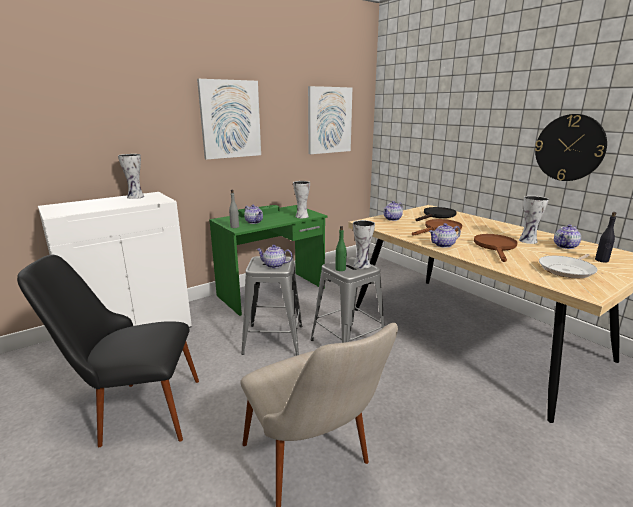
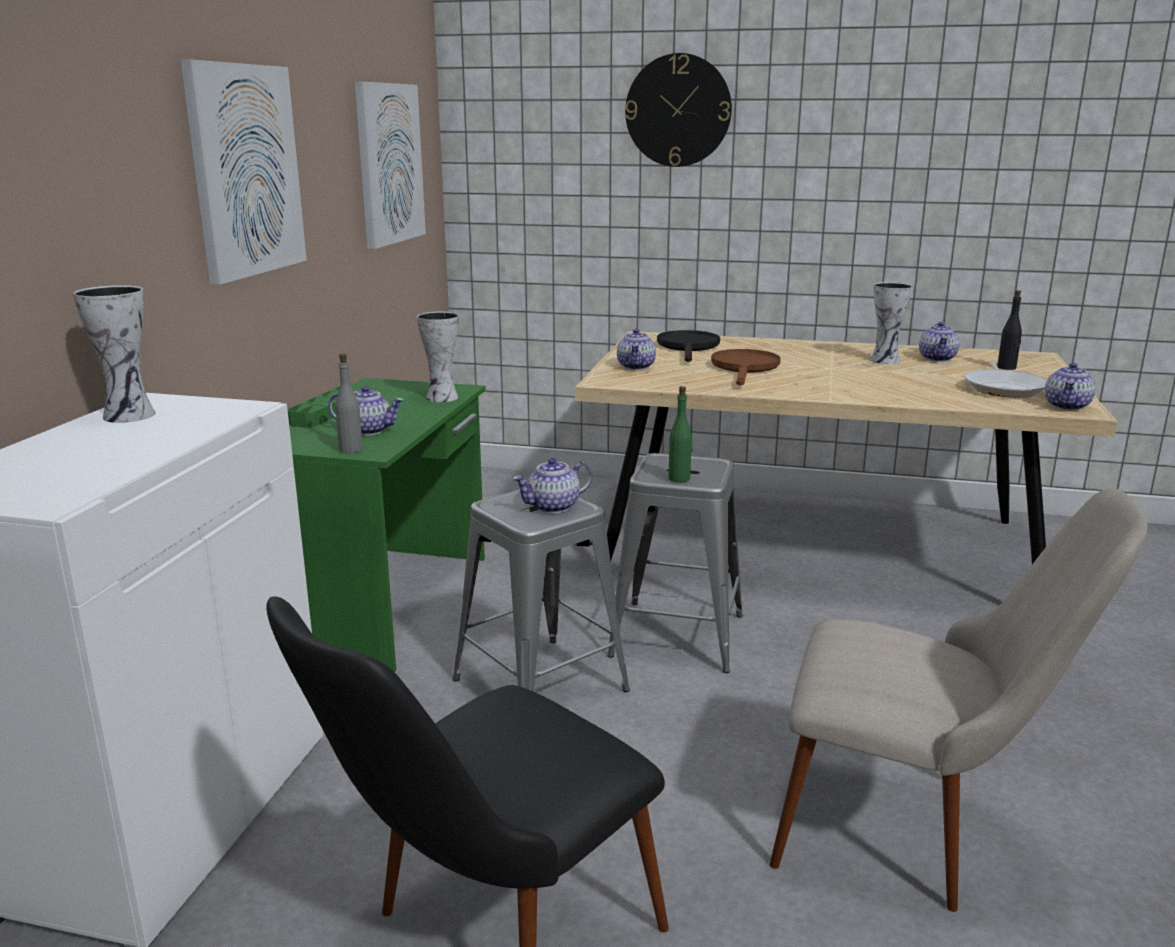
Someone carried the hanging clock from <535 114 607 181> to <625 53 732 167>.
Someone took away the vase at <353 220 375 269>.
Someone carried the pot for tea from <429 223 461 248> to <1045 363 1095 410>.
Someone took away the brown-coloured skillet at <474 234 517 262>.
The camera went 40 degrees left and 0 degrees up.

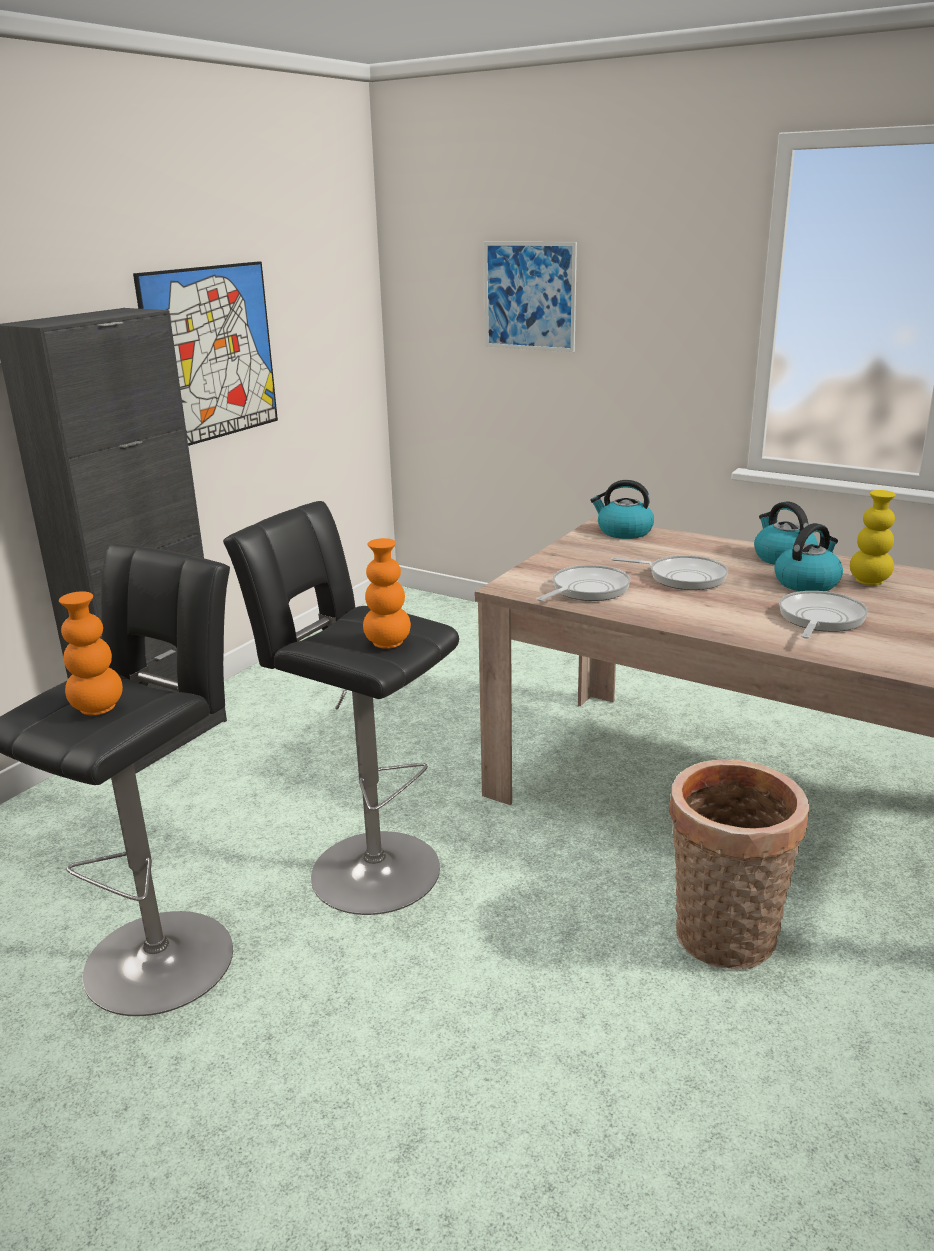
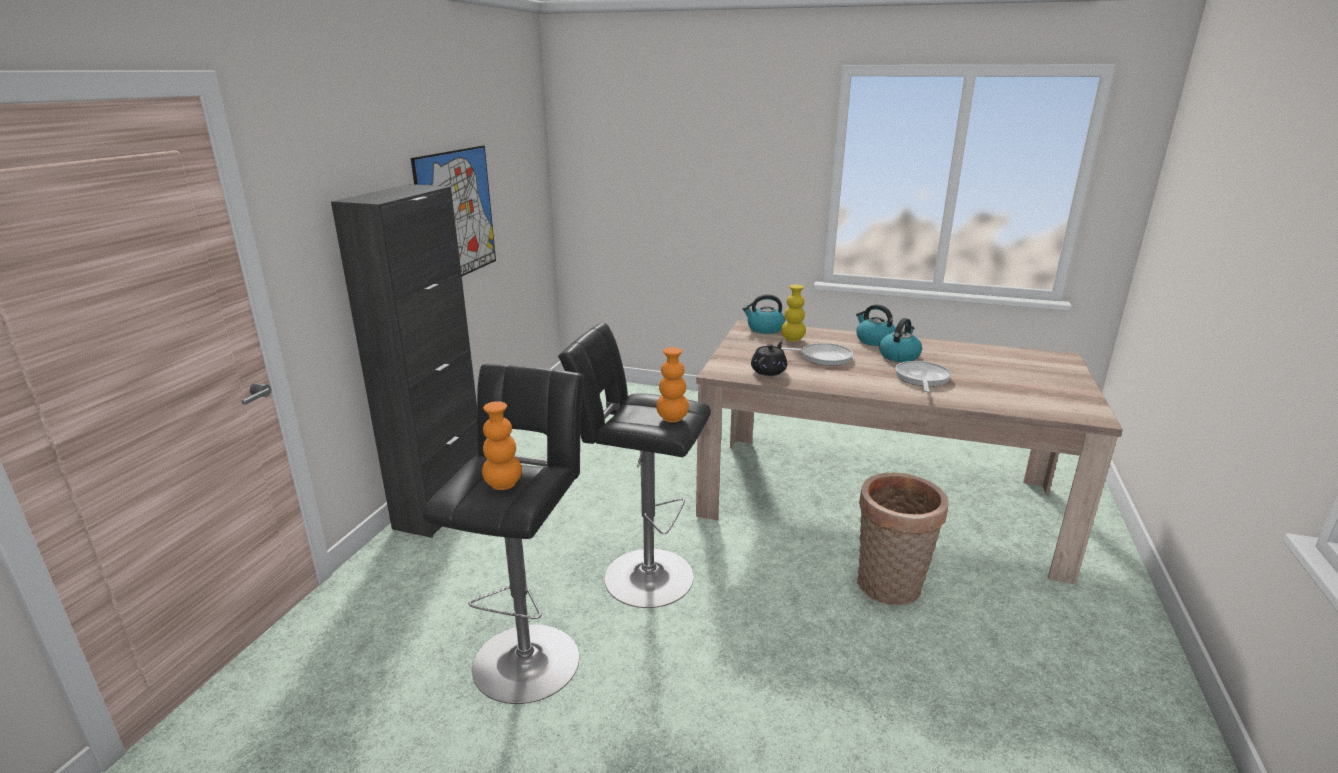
Someone took away the wall picture at <484 242 577 352>.
Someone carried the yellow vase from <850 490 896 585> to <781 285 806 342>.
Someone swapped the skillet at <536 565 631 601> for the blackish pot for tea at <751 341 787 376>.
The camera went 15 degrees left and 0 degrees up.

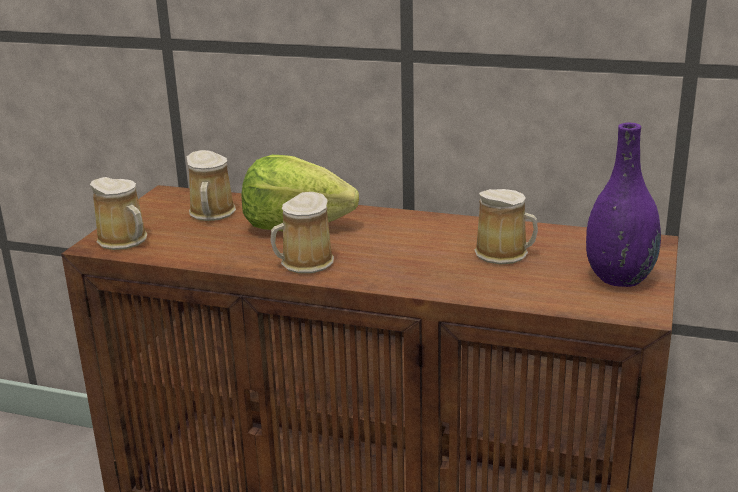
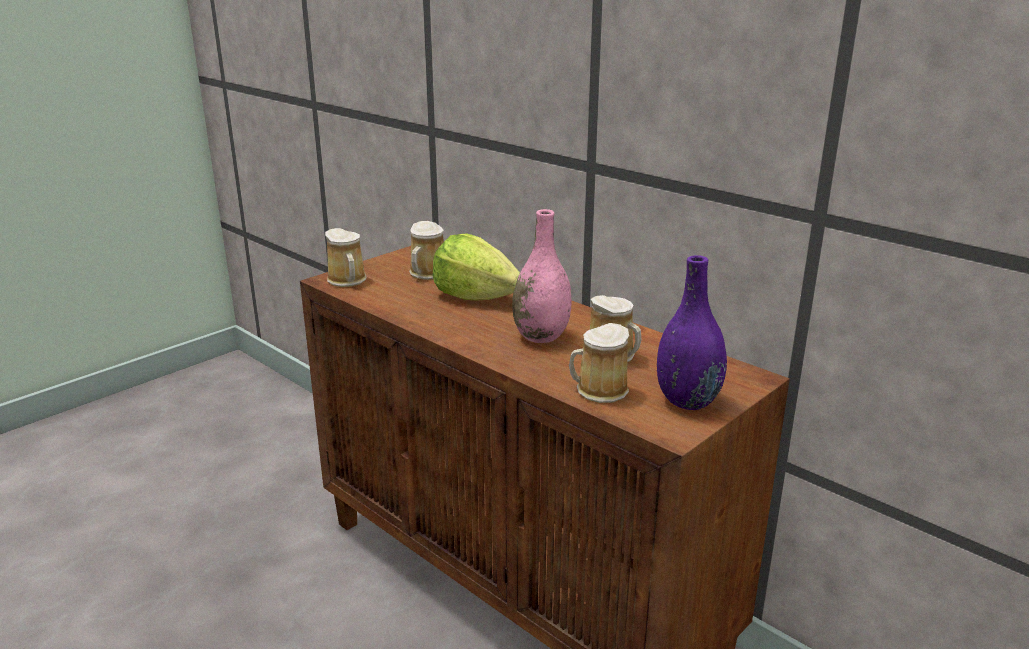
Someone carried the coffee mug from <270 192 334 274> to <569 323 629 403>.
Someone put down the pink vase at <512 209 571 343>.
The camera went 25 degrees right and 0 degrees up.

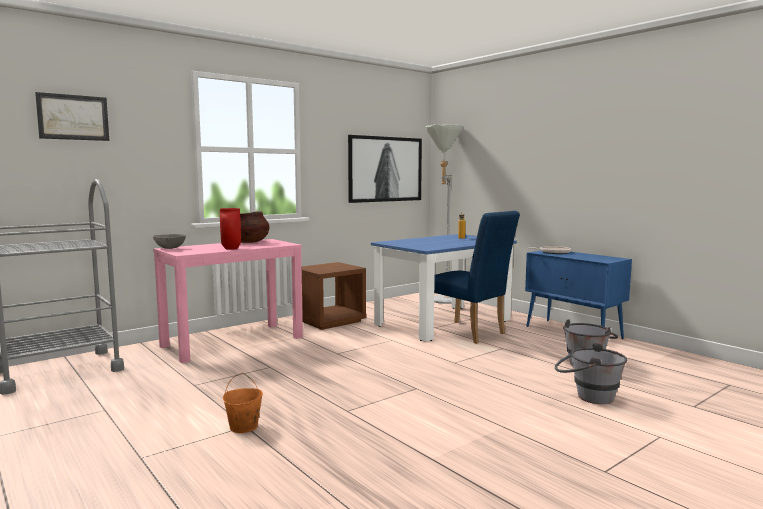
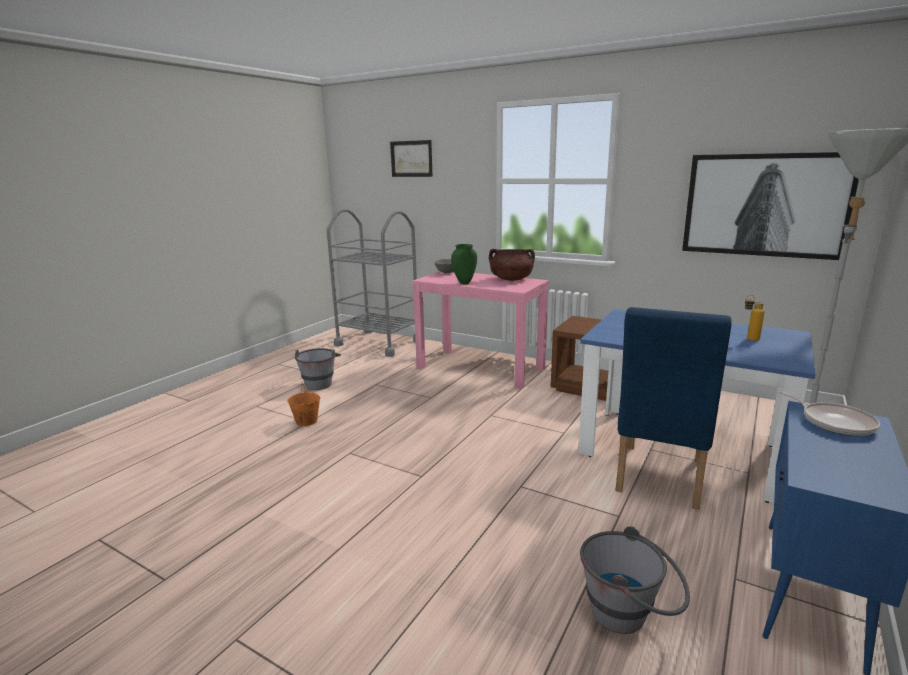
Someone repainted the red-coloured vase at <220 208 241 250>, which became the greenish vase at <451 244 477 284>.
Someone carried the gray pail from <555 342 627 404> to <295 348 341 390>.
The camera went 70 degrees right and 10 degrees up.

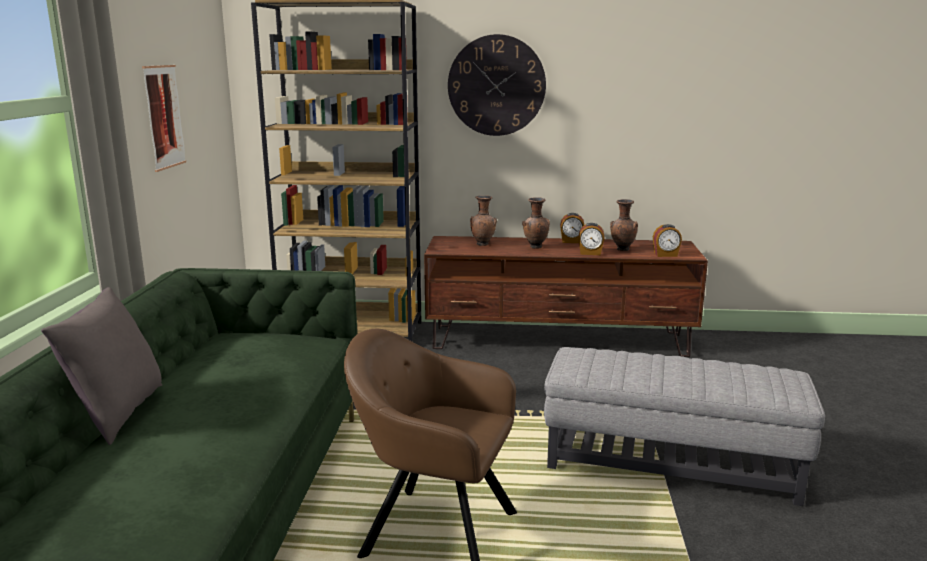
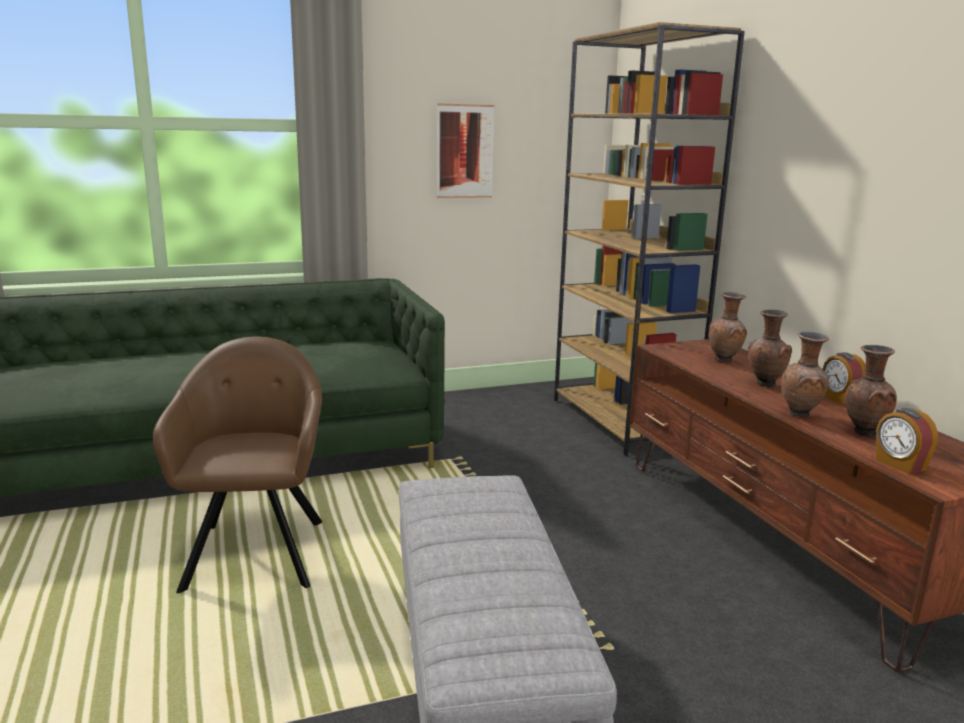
Someone took away the hanging clock at <448 34 546 136>.
Someone swapped the alarm clock at <578 223 604 255> for the brown-coloured vase at <781 332 829 418>.
Someone took away the gray throw pillow at <41 287 162 445>.
The camera went 65 degrees right and 0 degrees up.

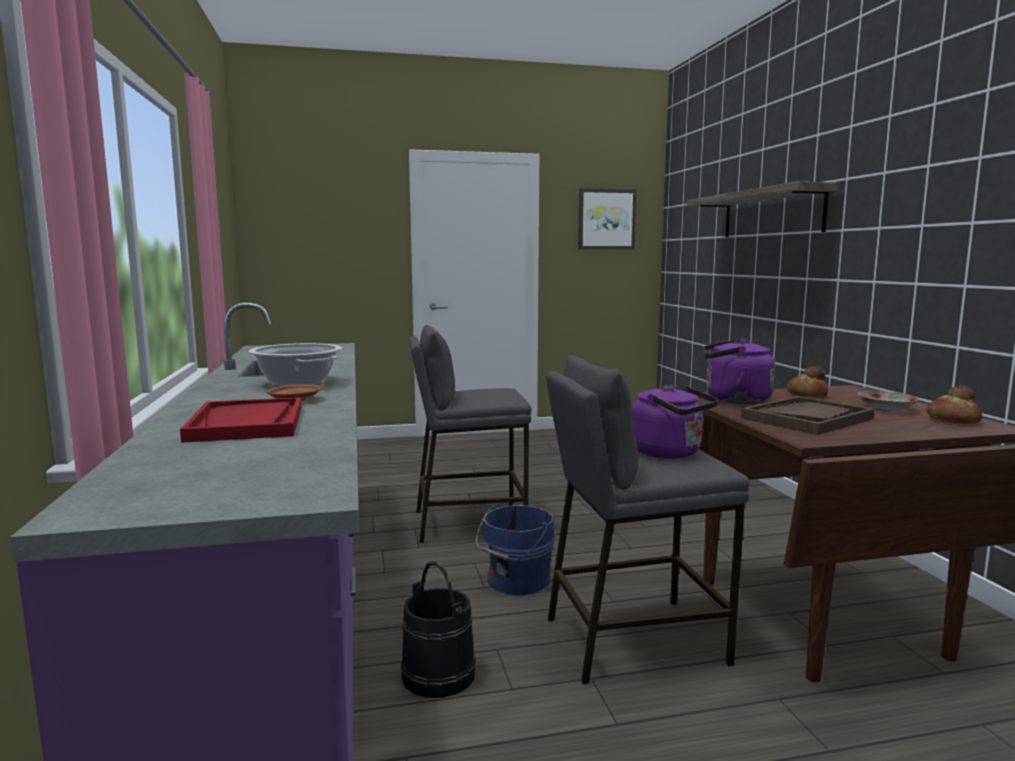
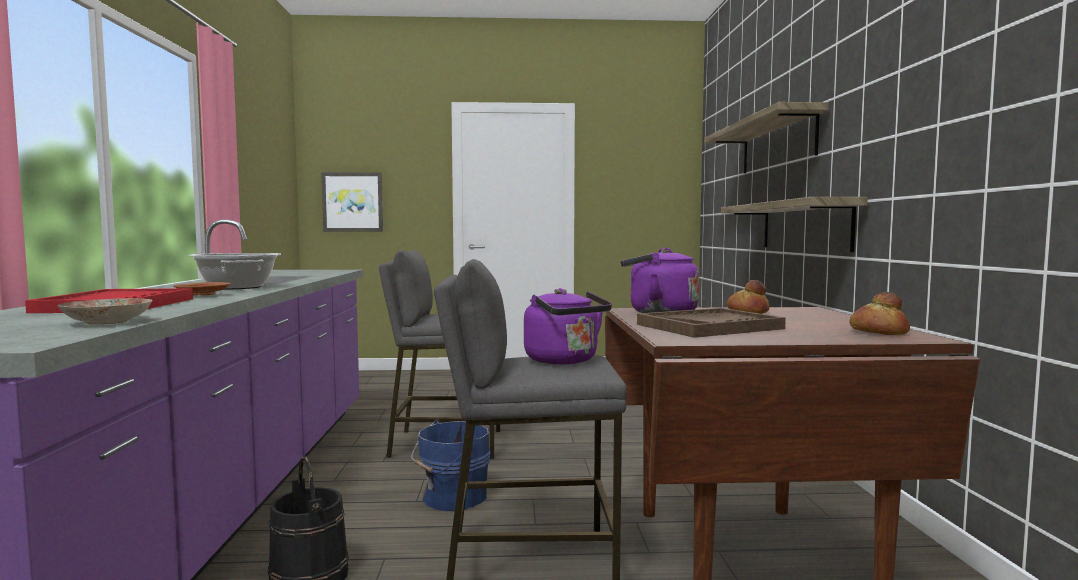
Someone carried the wall picture from <578 188 637 250> to <321 172 383 231>.
Someone carried the dinner plate from <858 391 919 412> to <57 298 153 325>.
Someone put up the shelf at <721 197 868 252>.
The camera went 10 degrees right and 5 degrees down.

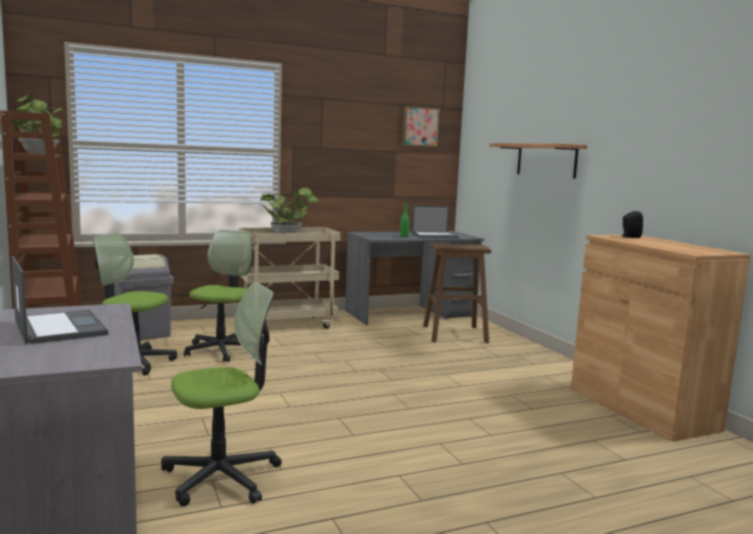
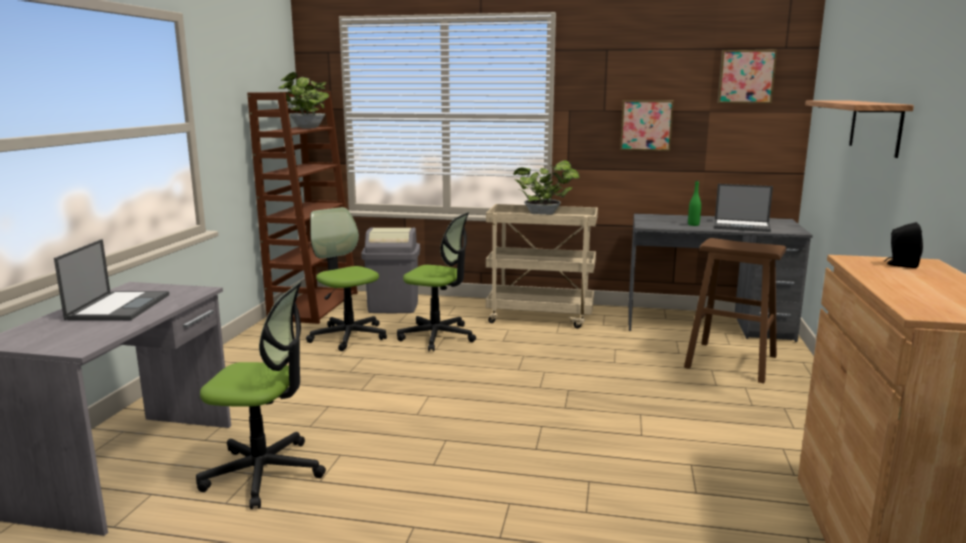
Someone rotated the computer chair at <184 230 253 362> by 60 degrees clockwise.
Someone put up the wall picture at <620 100 674 151>.
The camera went 35 degrees right and 5 degrees up.

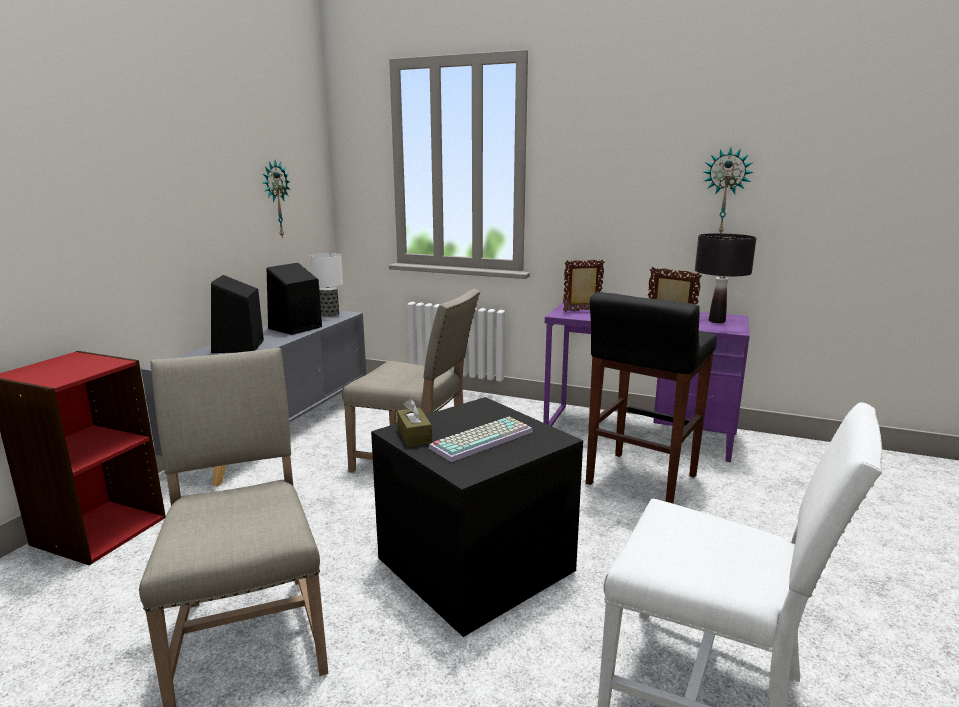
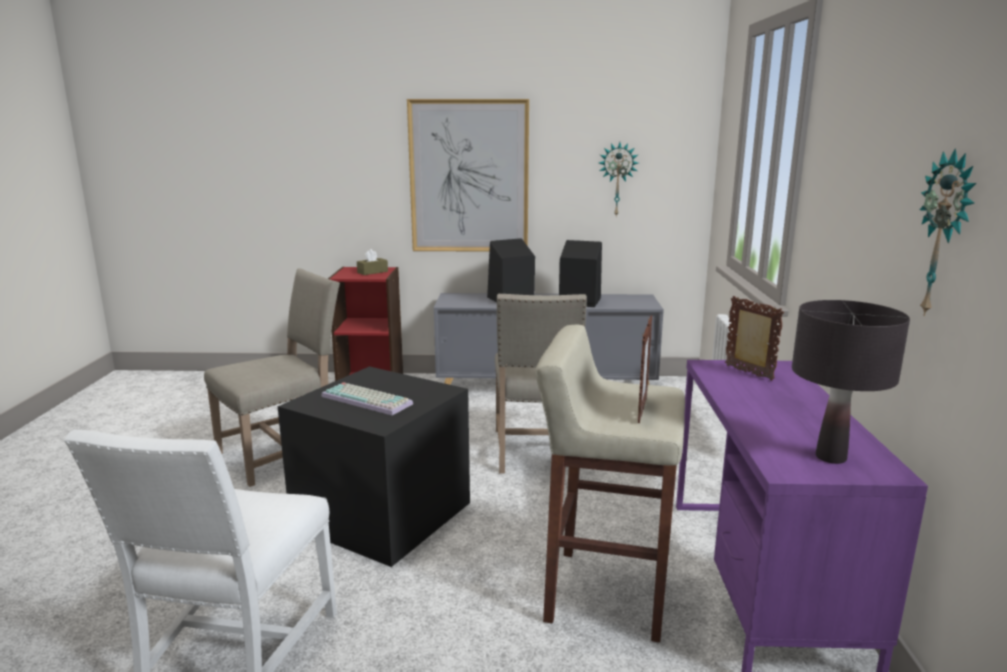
Someone took away the table lamp at <310 253 343 317>.
Someone repainted the blackish stool seat at <586 292 717 504>, which became the beige-coloured stool seat at <535 325 685 643>.
Someone carried the brown-coloured tissue holder from <397 399 432 447> to <357 249 388 275>.
Someone put up the wall picture at <407 99 529 252>.
The camera went 70 degrees right and 0 degrees up.

